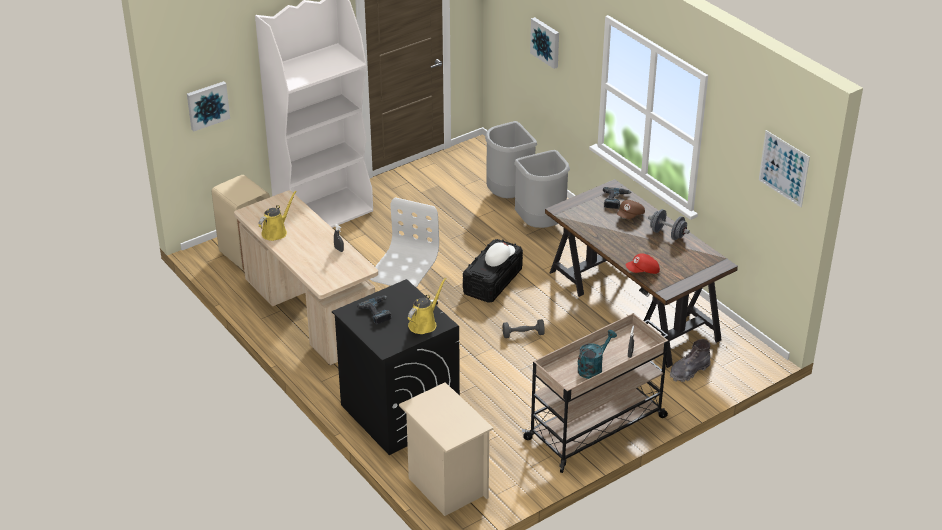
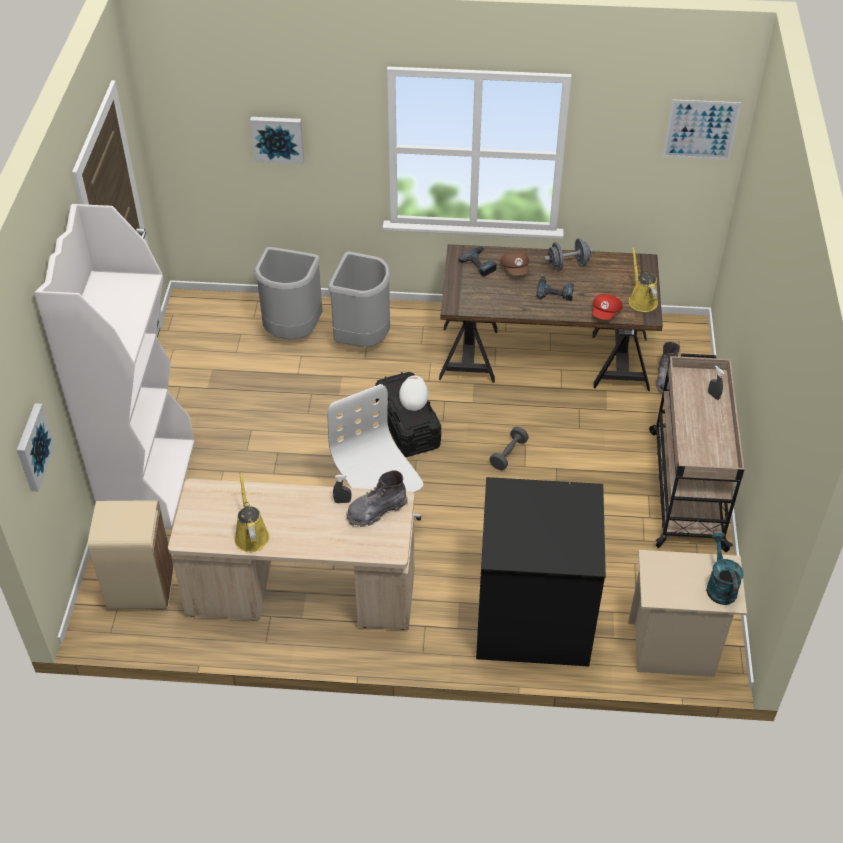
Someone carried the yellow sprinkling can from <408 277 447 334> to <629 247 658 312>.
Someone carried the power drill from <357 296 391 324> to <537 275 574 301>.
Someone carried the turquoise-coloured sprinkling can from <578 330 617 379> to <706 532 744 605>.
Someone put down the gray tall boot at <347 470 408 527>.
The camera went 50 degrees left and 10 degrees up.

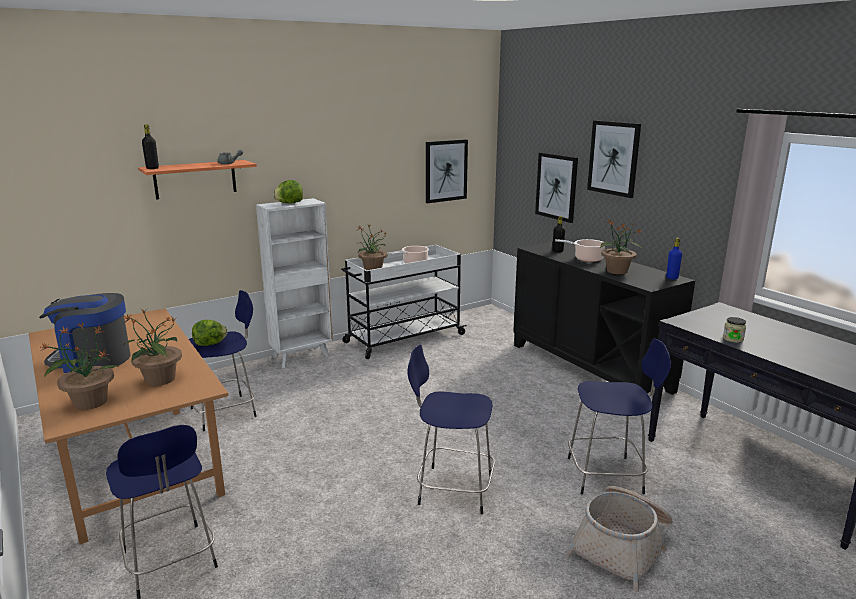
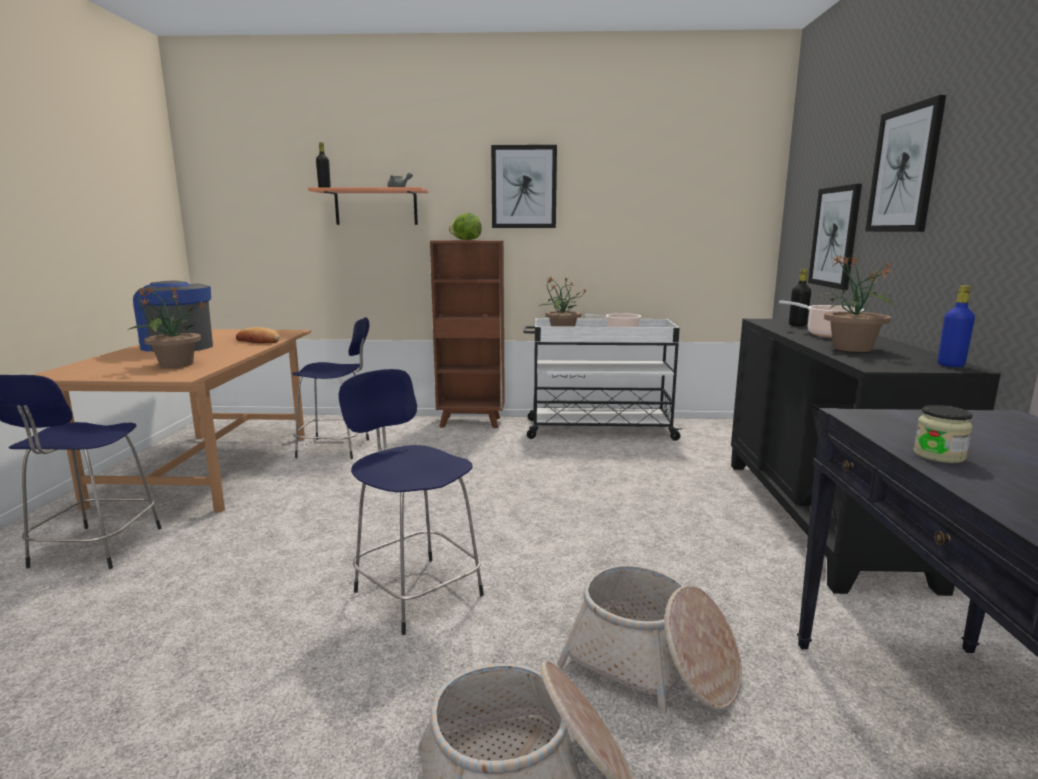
Someone carried the wall picture from <426 139 468 203> to <491 145 557 228>.
Someone repainted the whitish bookcase at <256 198 333 368>, which became the brown-coloured bookcase at <430 240 505 428>.
Someone took away the head of lettuce at <192 320 228 346>.
Someone took away the houseplant at <40 323 118 410>.
Someone swapped the blue-coloured stool seat at <568 338 671 494> for the storage basket at <557 565 742 714>.
Someone put down the bakery bread at <236 327 280 343>.
The camera went 35 degrees right and 5 degrees down.

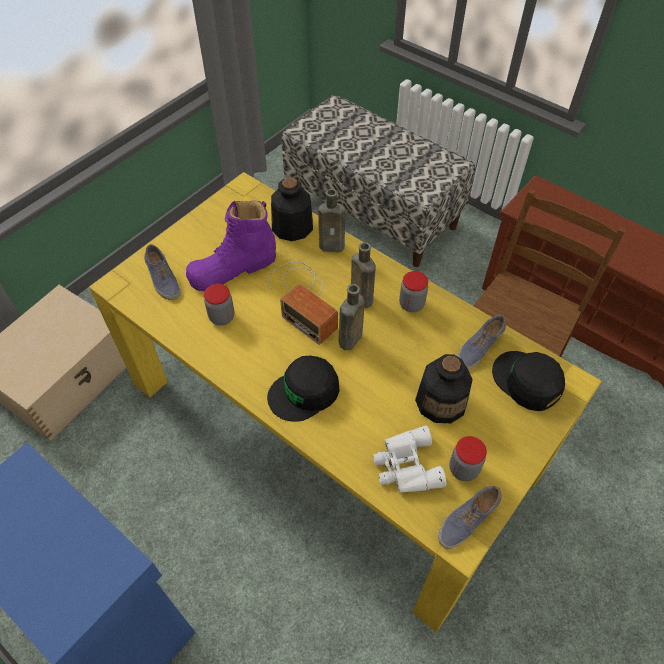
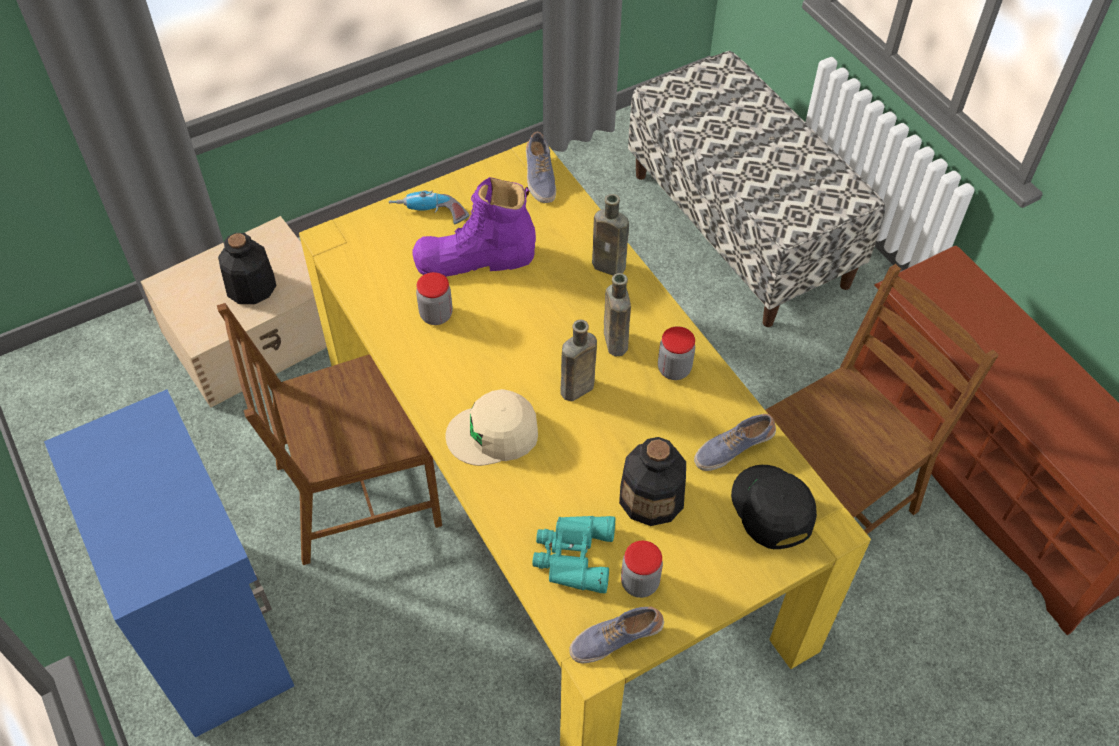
Someone carried the bottle from <271 177 313 241> to <218 233 277 304>.
Someone carried the shoe from <144 244 181 300> to <526 132 556 203>.
Someone took away the radio set at <268 262 338 345>.
Someone repainted the blackish cap at <267 356 340 422>, which became the beige-coloured cap at <445 389 538 466>.
Someone repainted the whitish field glasses at <373 425 446 493>, which became the turquoise-coloured field glasses at <532 516 615 593>.
Someone put down the power drill at <389 191 469 224>.
Someone put down the brown-coloured plain chair at <217 303 442 565>.
The camera went 20 degrees right and 0 degrees up.

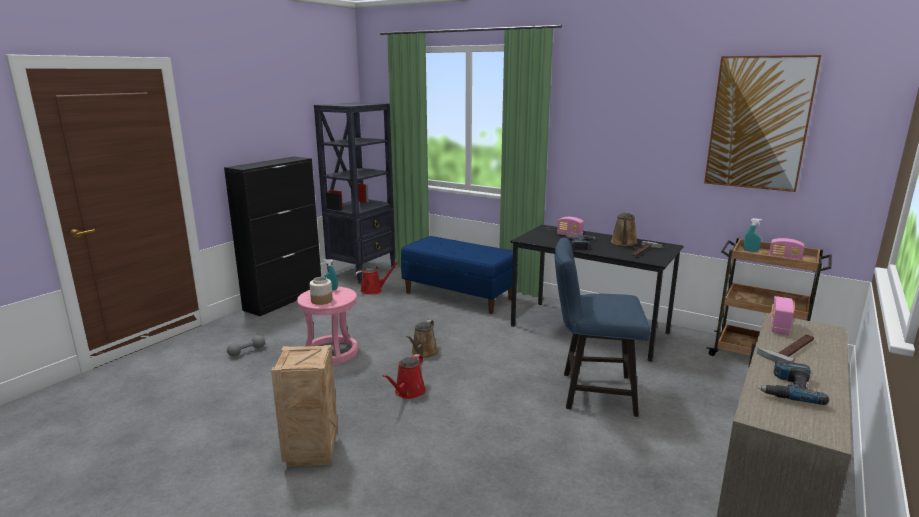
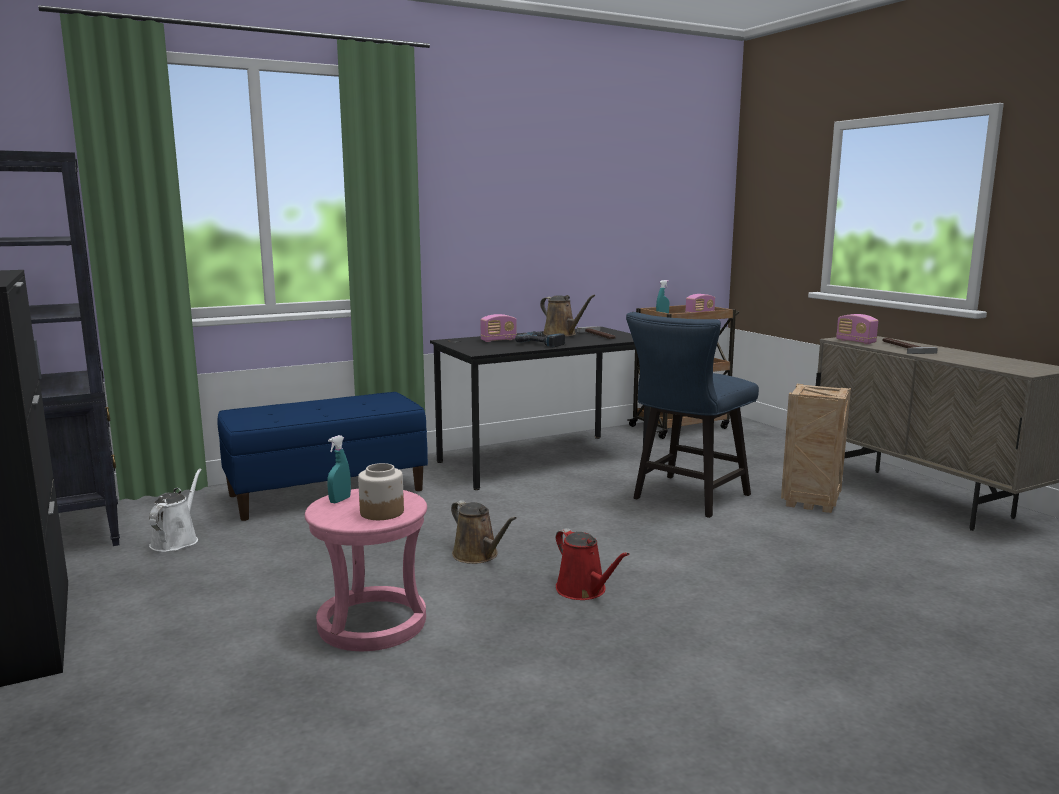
Someone took away the wall picture at <704 55 821 192>.
Someone repainted the red-coloured sprinkling can at <354 261 399 294>, which became the whitish sprinkling can at <149 469 202 552>.
Someone took away the gray hand weight at <227 335 265 357>.
Someone carried the shipping crate from <271 345 338 467> to <781 384 851 513>.
Someone took away the power drill at <758 361 829 405>.
The camera went 60 degrees left and 5 degrees down.

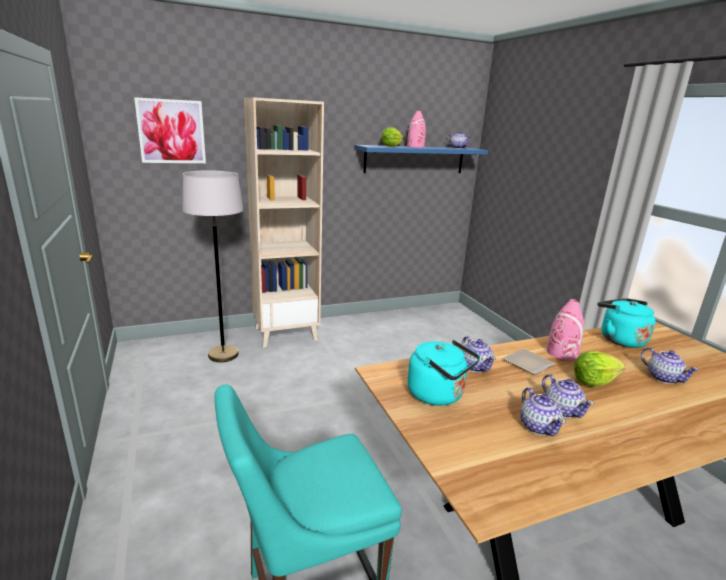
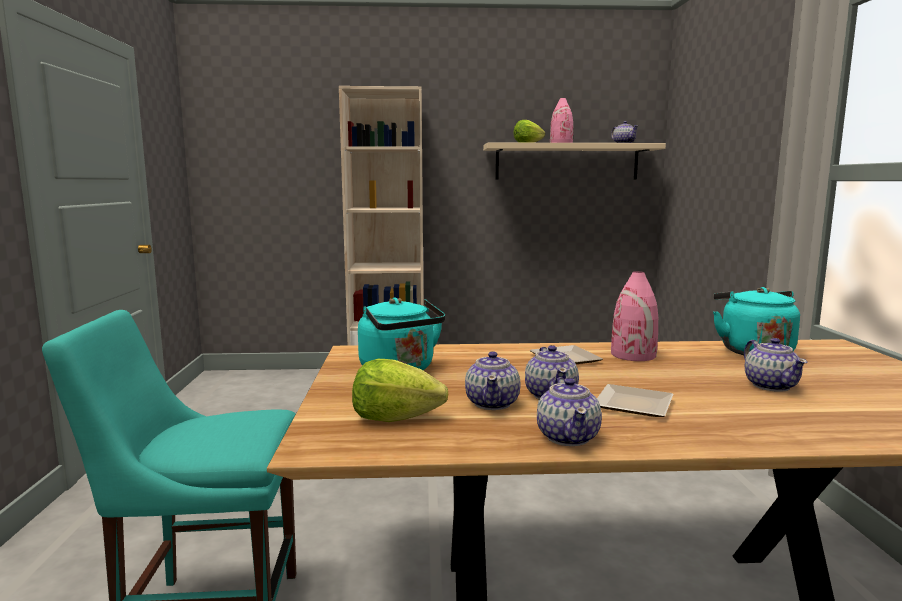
Someone took away the wall picture at <134 97 206 163>.
Someone repainted the blue-coloured shelf at <355 145 488 173>, which became the beige-coloured shelf at <483 142 666 180>.
Someone took away the gray standard lamp at <182 171 243 362>.
Someone carried the pot for tea from <462 336 496 373> to <537 377 602 446>.
Someone carried the head of lettuce from <574 351 625 387> to <352 359 449 422>.
Someone put down the dinner plate at <597 384 673 417>.
The camera went 20 degrees right and 10 degrees down.

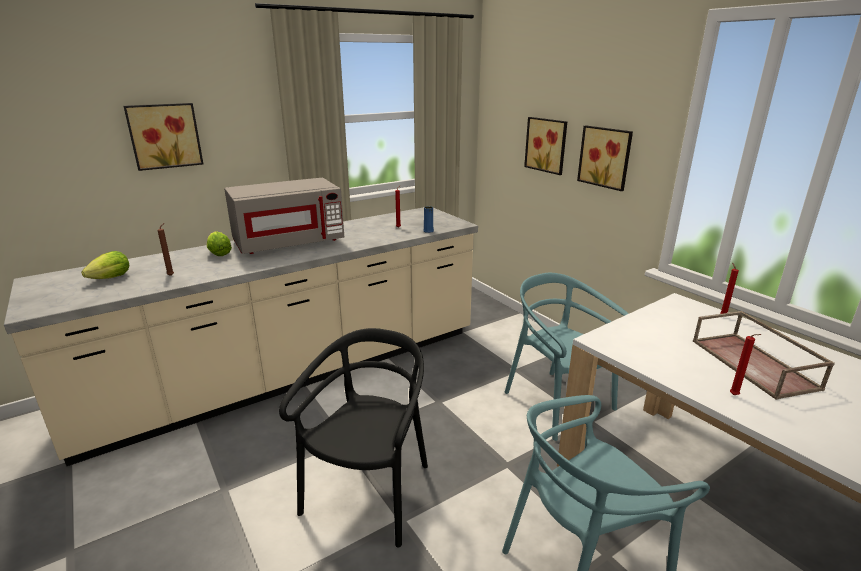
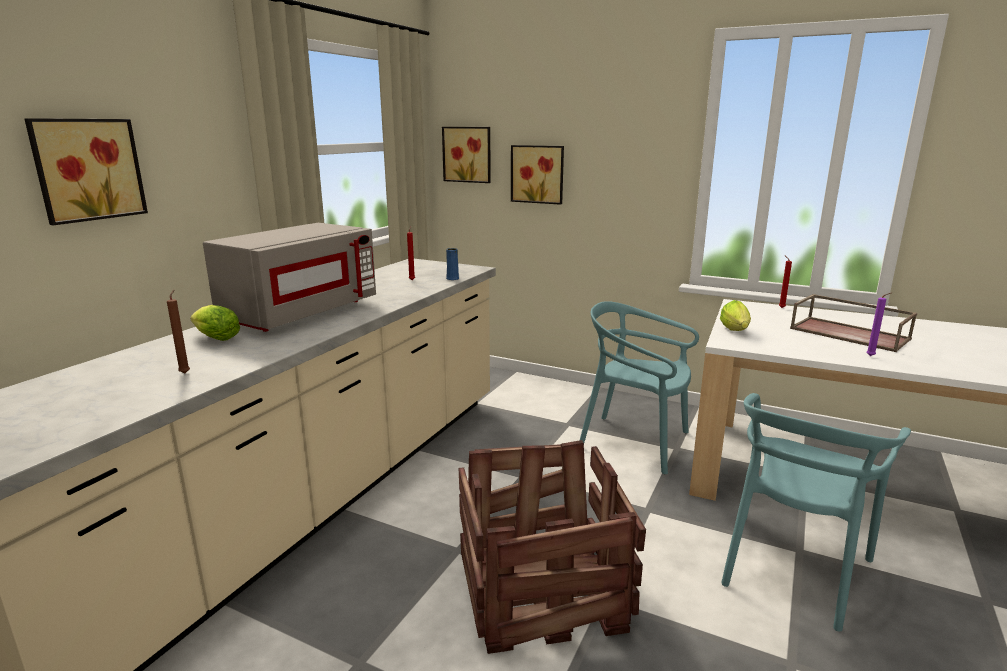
Someone carried the wall picture from <577 126 633 191> to <442 127 491 183>.
Someone carried the head of lettuce from <81 251 129 279> to <720 300 751 331>.
Someone swapped the blackish plain chair at <279 328 428 548> for the shipping crate at <459 440 646 654>.
Someone repainted the red-coloured candle at <730 334 761 395>, which became the purplish candle at <867 292 892 356>.
The camera went 30 degrees left and 5 degrees down.

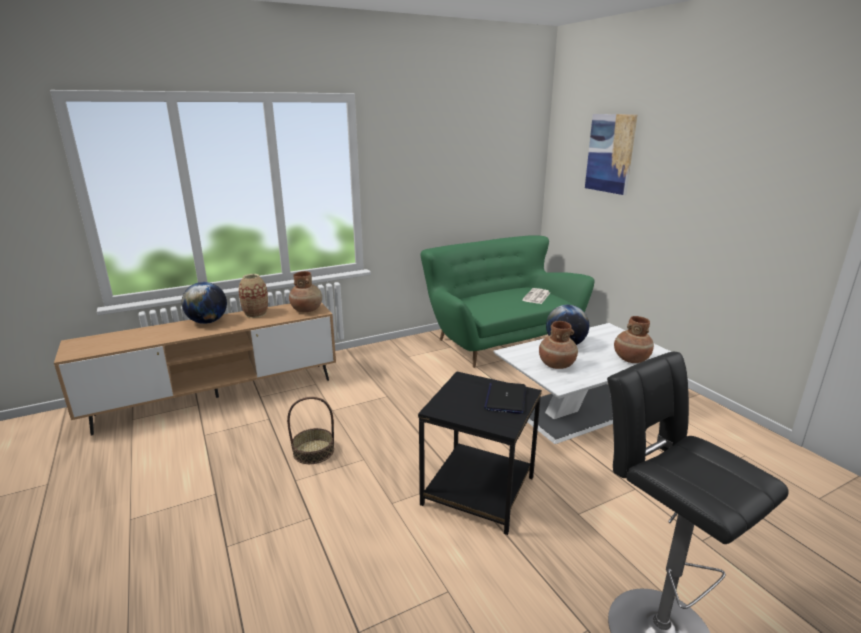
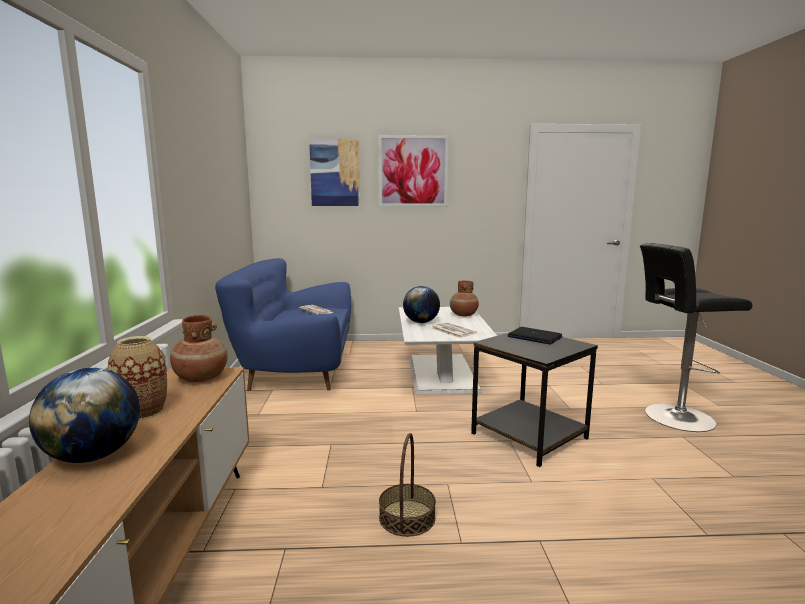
Someone repainted the greenish settee at <420 235 595 368>, which became the blue-coloured settee at <215 258 351 391>.
Someone swapped the brown-coloured vase at <539 321 578 369> for the printed paper at <432 322 477 338>.
Someone put up the wall picture at <378 135 449 207>.
The camera went 65 degrees left and 10 degrees down.

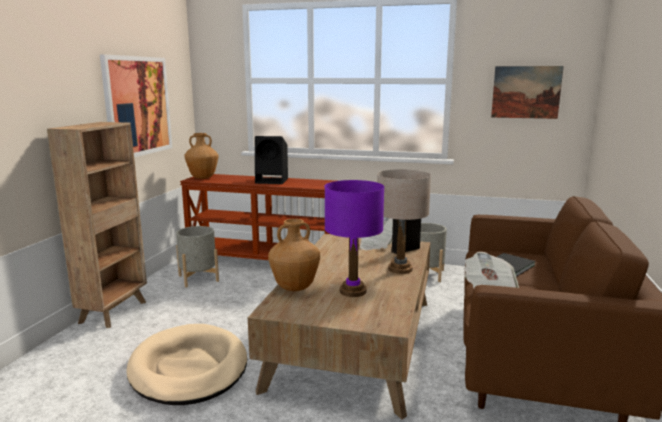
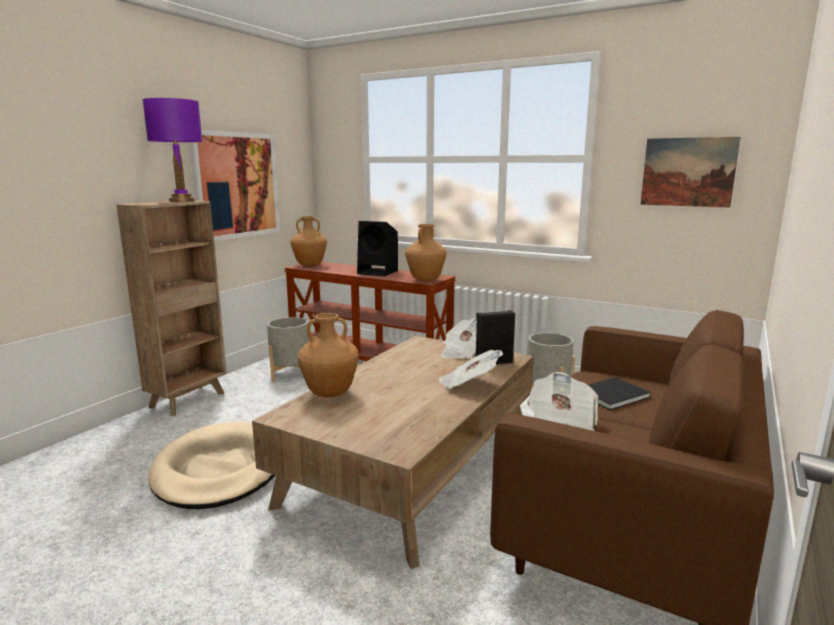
Someone swapped the beige-coloured table lamp at <377 169 431 274> for the printed paper at <439 350 503 389>.
Someone carried the purplish table lamp from <324 180 384 297> to <142 98 203 202>.
Someone put down the brown-coloured vase at <405 224 447 282>.
The camera went 15 degrees right and 0 degrees up.

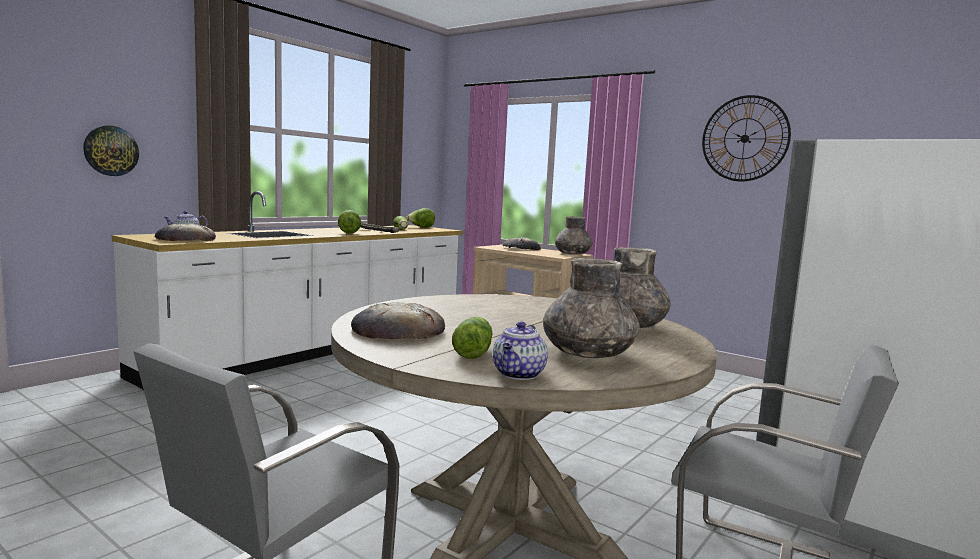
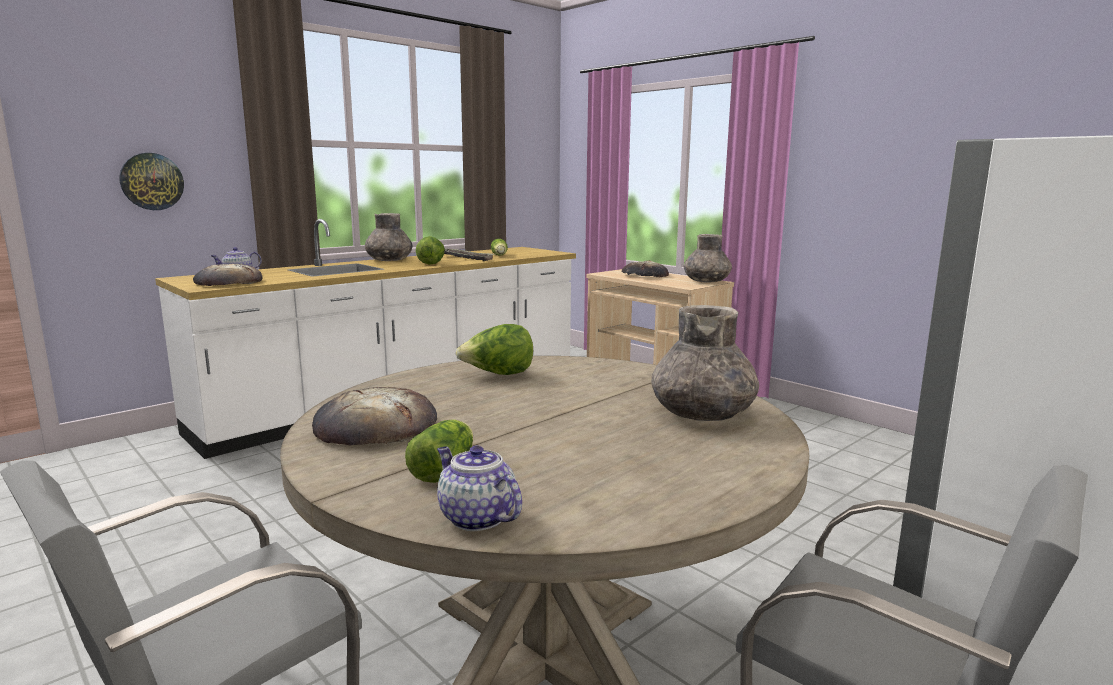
Someone took away the hanging clock at <702 95 791 181>.
Someone carried the head of lettuce from <406 208 435 228> to <456 324 533 375>.
Someone carried the gray vase from <543 258 640 358> to <365 213 413 261>.
Someone rotated the pot for tea at <493 322 548 380> by 105 degrees clockwise.
The camera went 10 degrees right and 5 degrees up.

